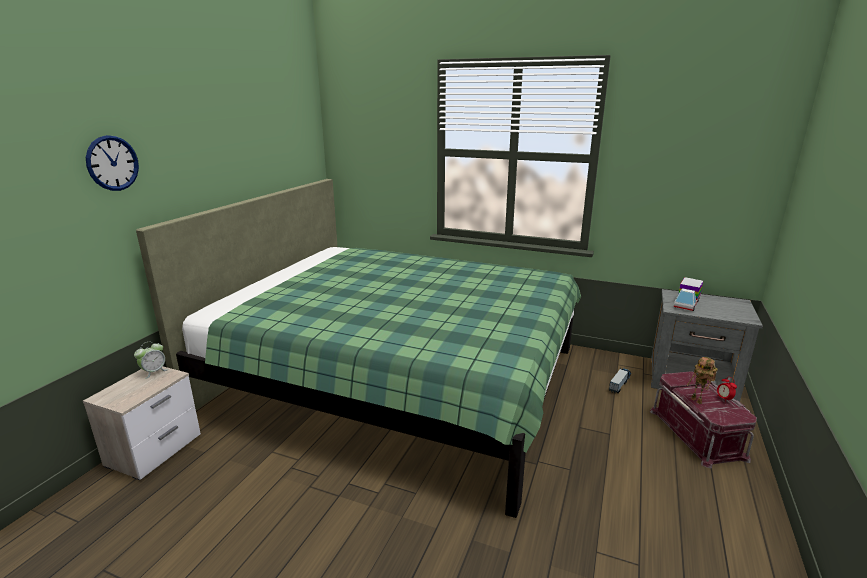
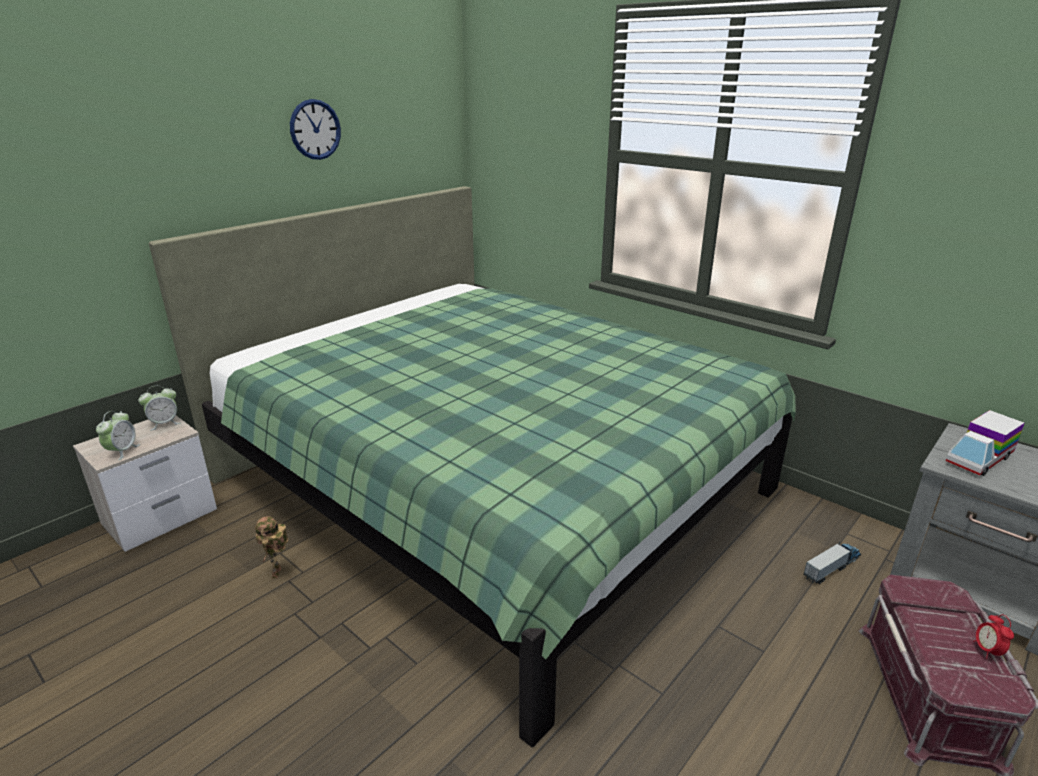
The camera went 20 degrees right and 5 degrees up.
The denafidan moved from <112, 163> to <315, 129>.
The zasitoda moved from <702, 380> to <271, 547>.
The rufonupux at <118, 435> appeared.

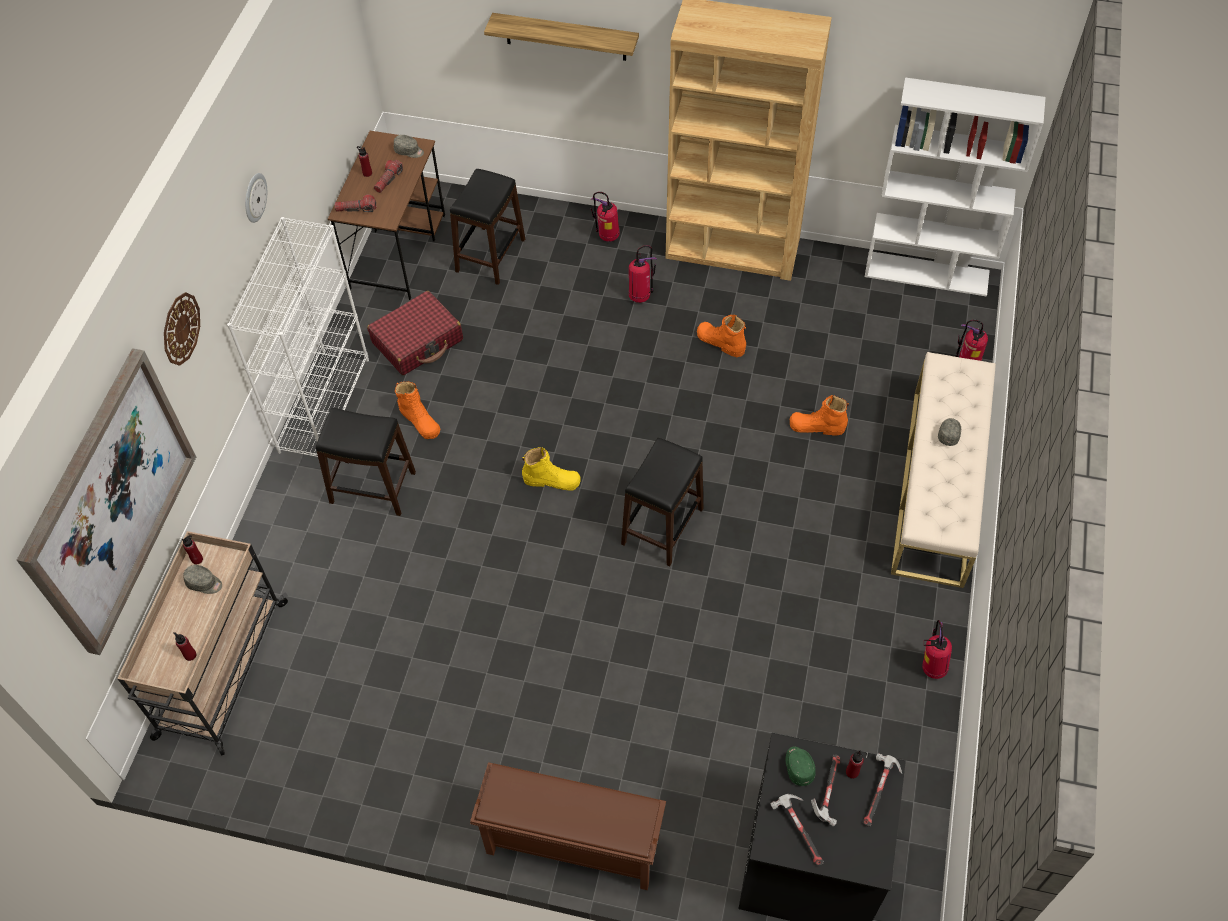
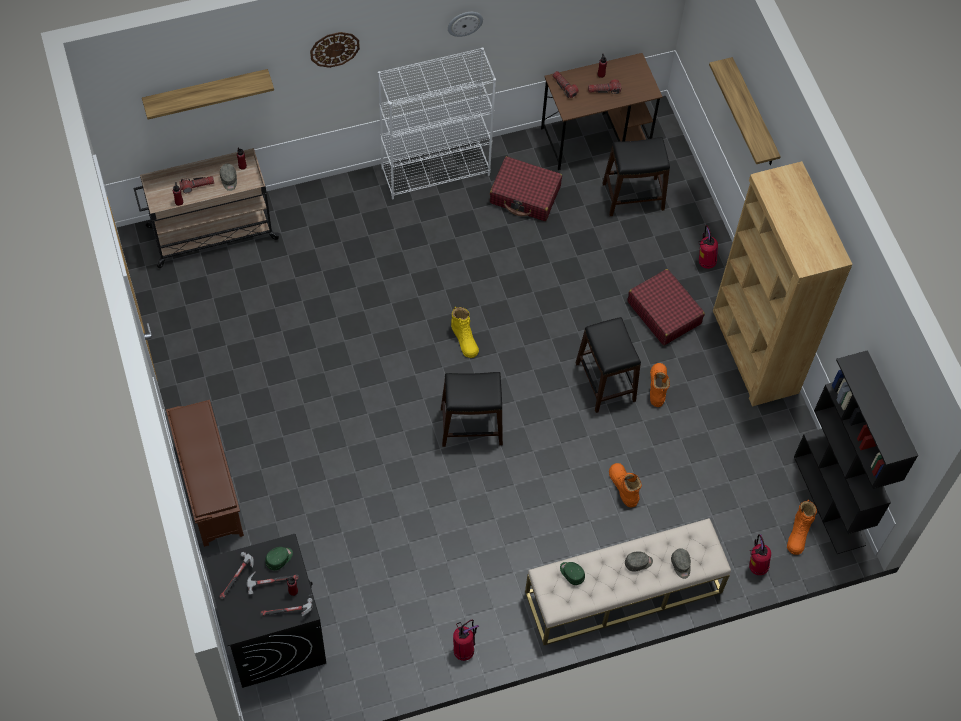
The camera went 55 degrees right and 5 degrees up.
The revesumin at <106, 501> was replaced by the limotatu at <208, 94>.
The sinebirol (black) moved from <366, 462> to <608, 365>.
The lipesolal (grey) moved from <409, 146> to <681, 563>.
The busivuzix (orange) moved from <417, 410> to <802, 527>.
The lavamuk at <643, 274> was replaced by the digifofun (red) at <666, 307>.
The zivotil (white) at <955, 187> became the zivotil (black) at <856, 452>.
The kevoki at <196, 184> appeared.
The lipesolal (green) at <572, 573> appeared.

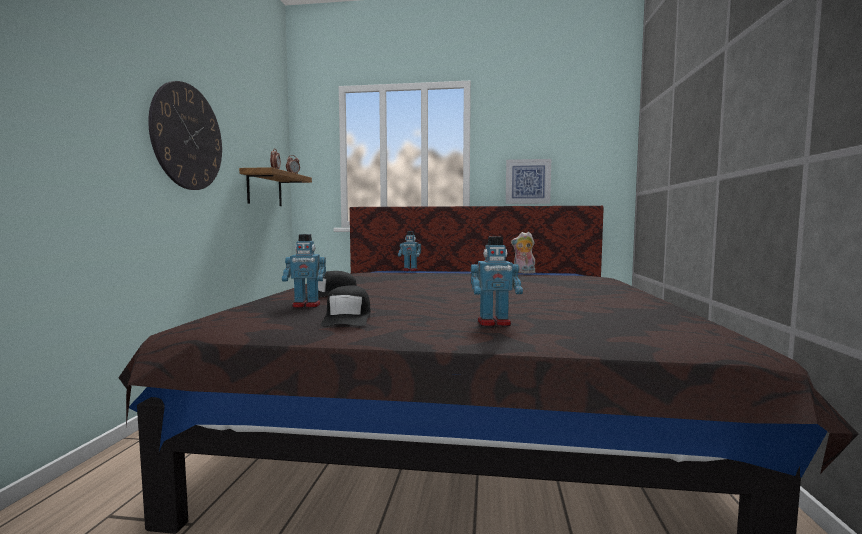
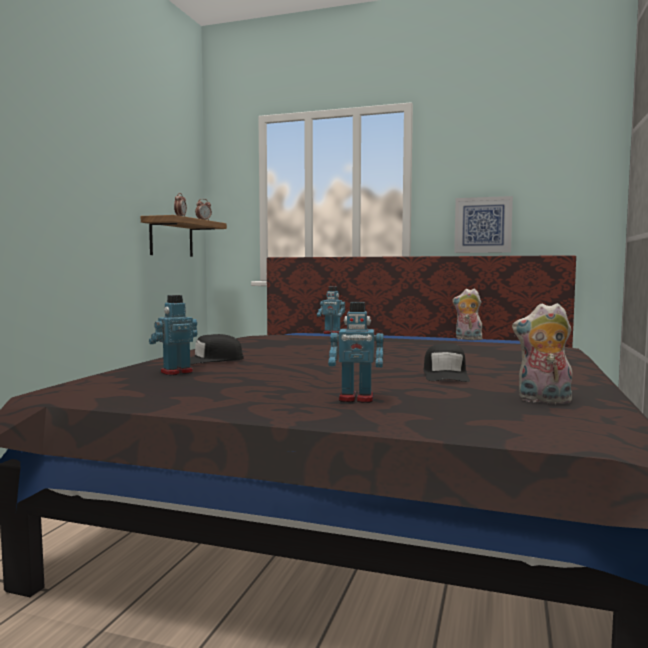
The camera went 10 degrees right and 0 degrees up.
The denafidan at <185, 135> disappeared.
The zasitoda at <304, 271> turned 135 degrees clockwise.
The lipesolal (black) moved from <346, 306> to <446, 363>.
The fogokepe at <542, 353> appeared.

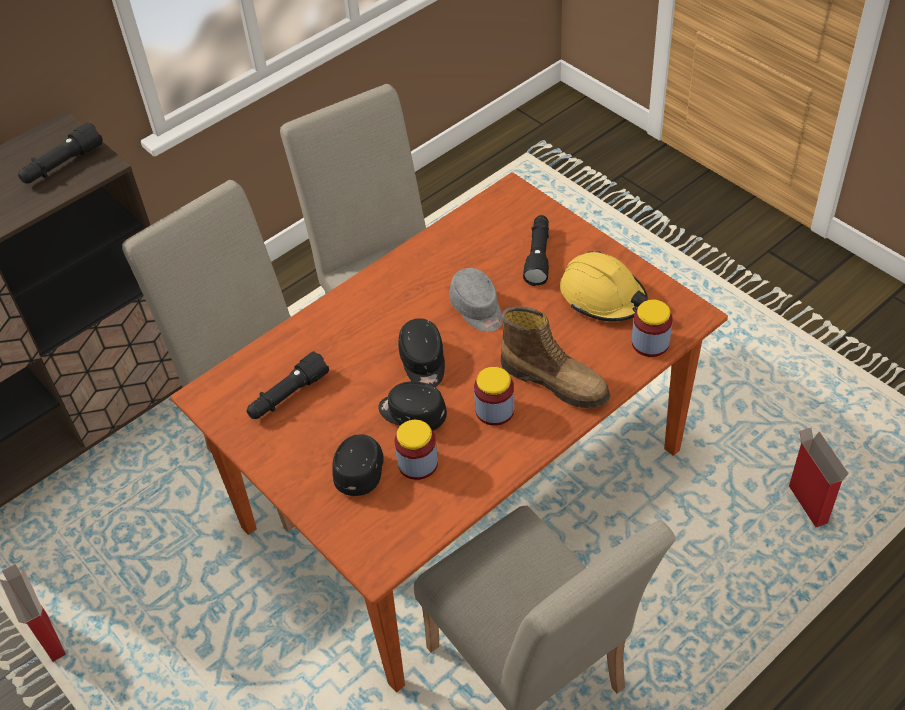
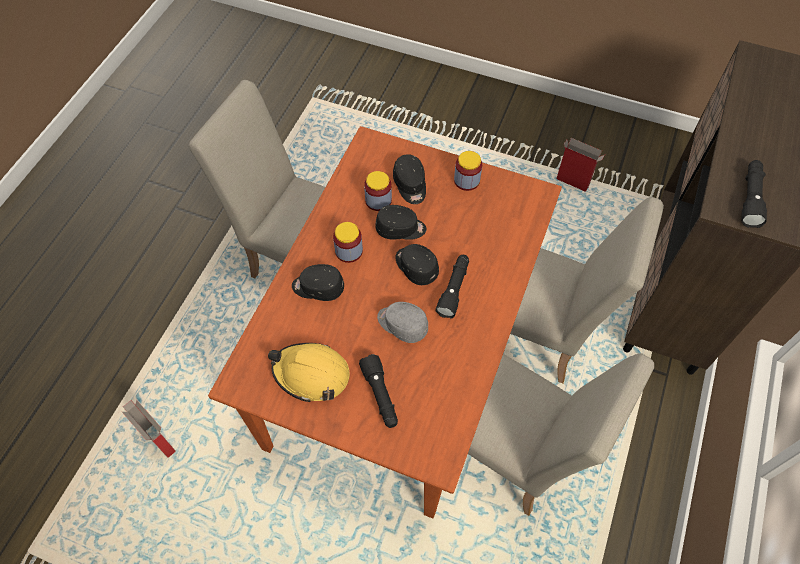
The camera went 150 degrees right and 10 degrees up.
The kevoki (black) moved from <288, 385> to <452, 287>.
The busivuzix at <555, 357> was replaced by the lipesolal (black) at <318, 282>.
The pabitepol moved from <652, 328> to <468, 171>.

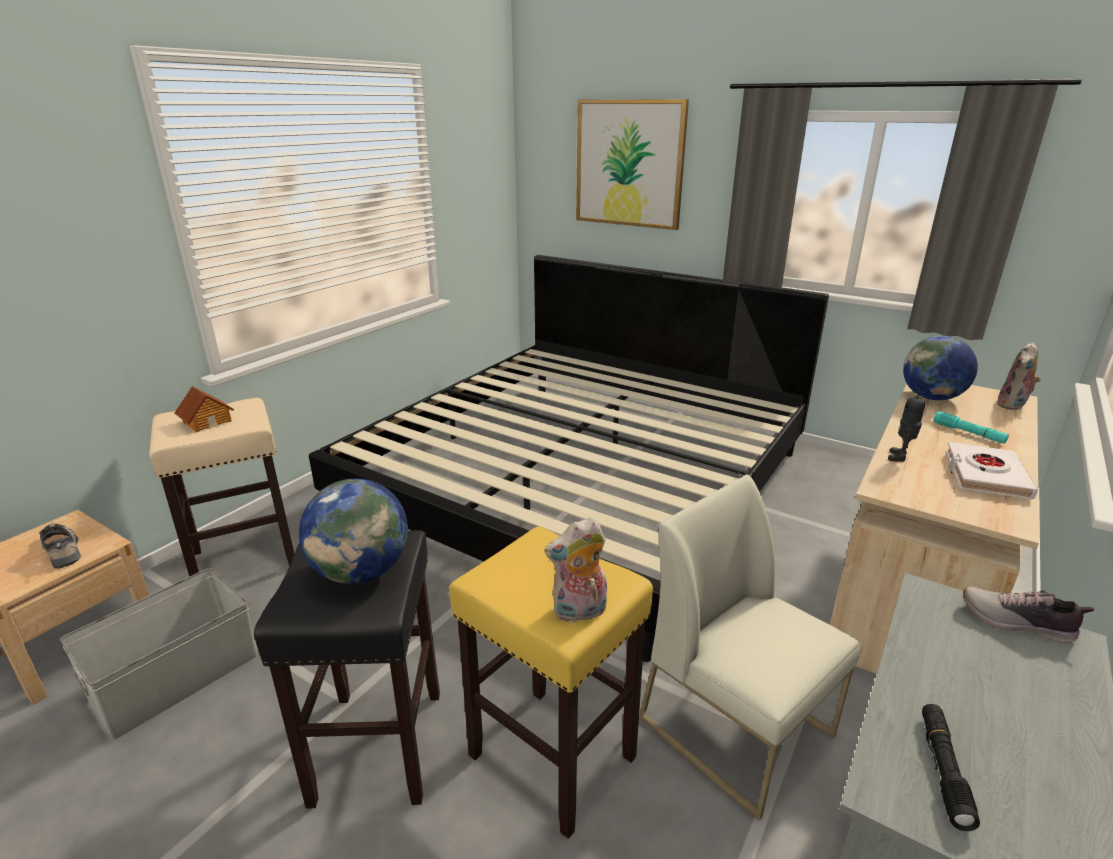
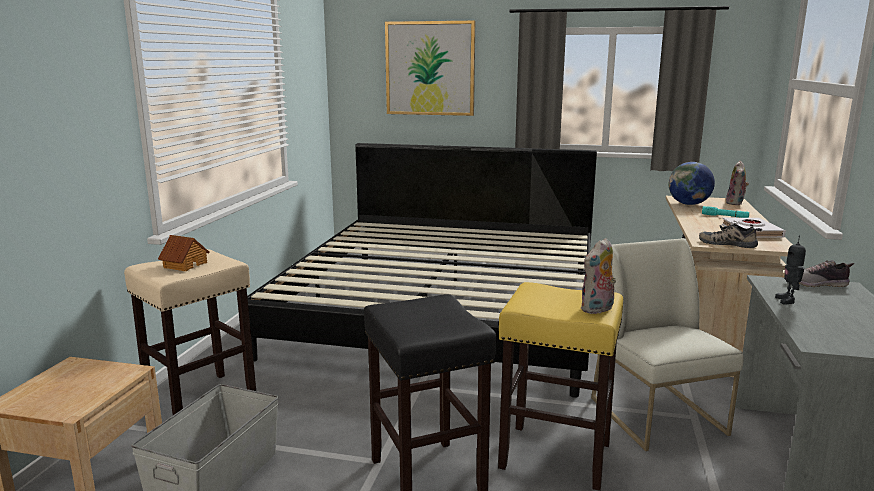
The camera went 20 degrees left and 10 degrees down.
The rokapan moved from <60, 545> to <730, 235>.
The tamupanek at <353, 531> disappeared.
The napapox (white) at <750, 647> turned 45 degrees clockwise.
The zasitoda moved from <906, 425> to <790, 270>.
The kevoki (black) at <951, 767> disappeared.

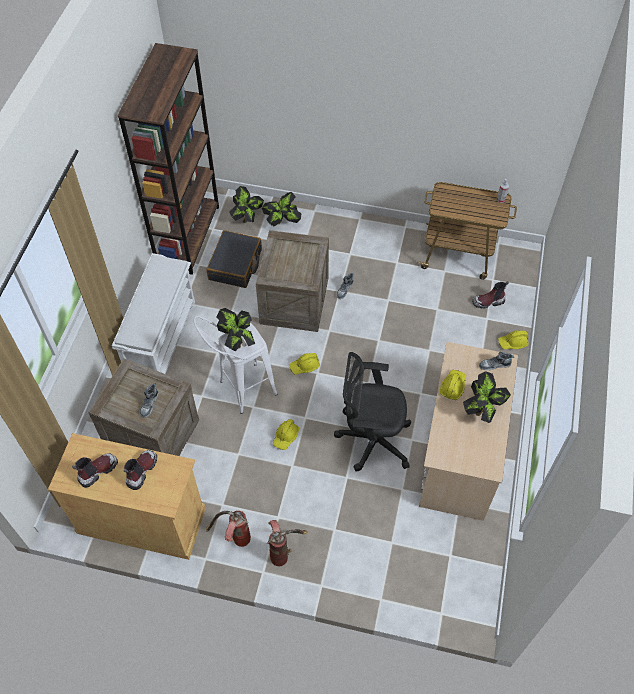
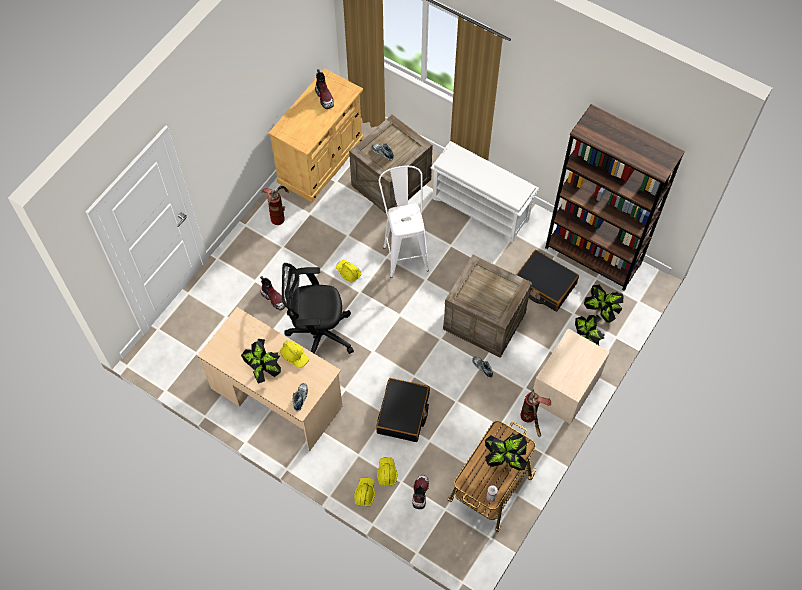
The camera went 110 degrees right and 5 degrees up.
The busivuzix moved from <140, 470> to <273, 293>.
The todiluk moved from <236, 329> to <506, 452>.
The lavamuk moved from <287, 543> to <535, 413>.
The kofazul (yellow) moved from <304, 364> to <387, 471>.
The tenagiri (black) at <372, 411> turned 120 degrees counterclockwise.
The digifofun (black) at <403, 410> appeared.
The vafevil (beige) at <571, 376> appeared.

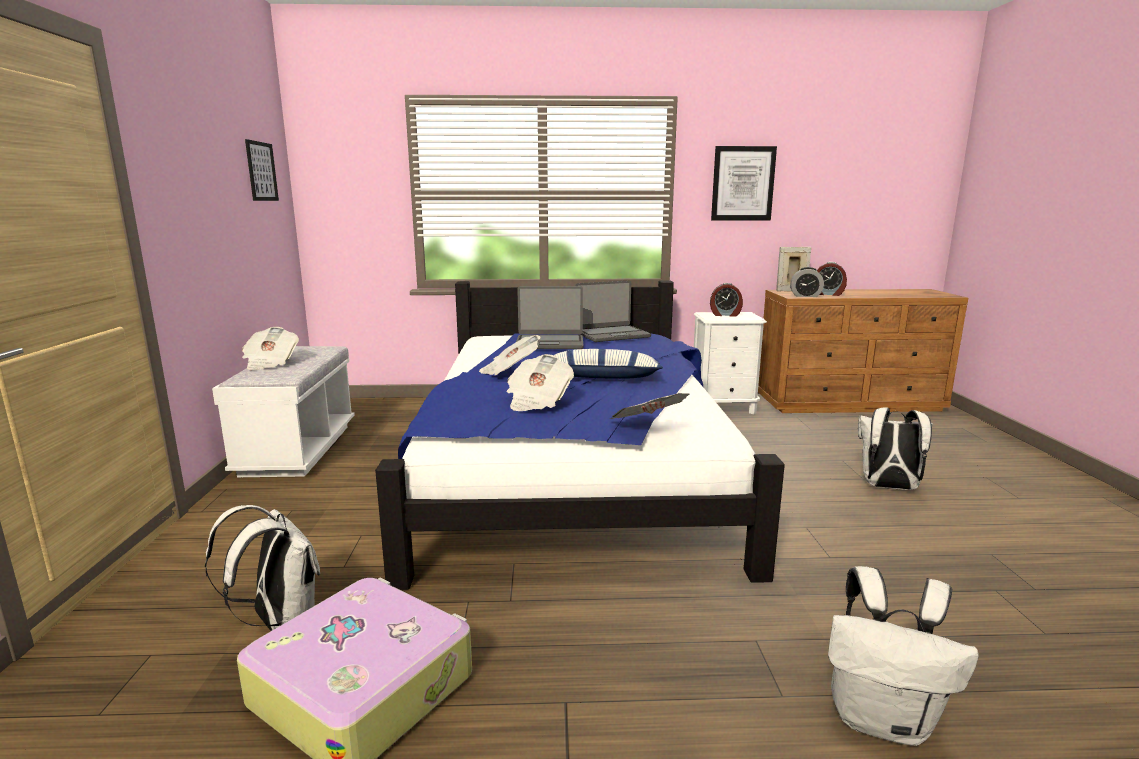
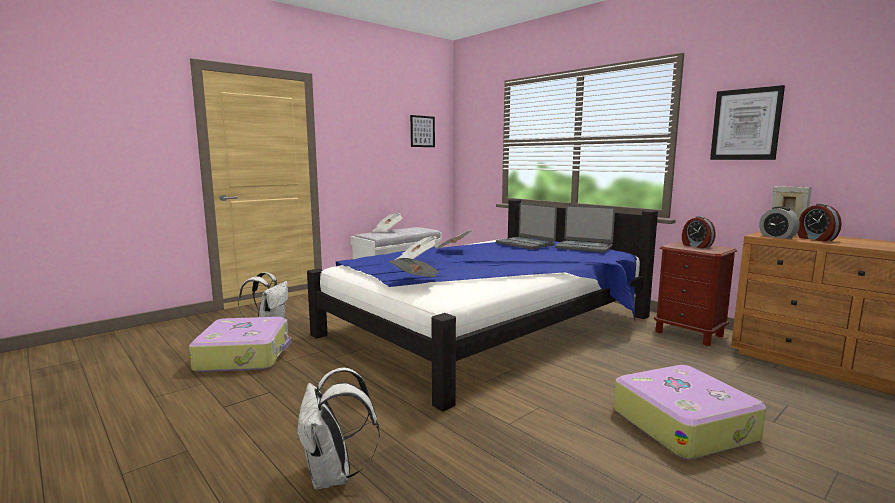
The camera went 50 degrees right and 5 degrees down.
The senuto at <608, 364> disappeared.
The vafevil (white) at <730, 363> became the vafevil (brown) at <695, 294>.
The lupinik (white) at <895, 448> was replaced by the digifofun at <690, 412>.

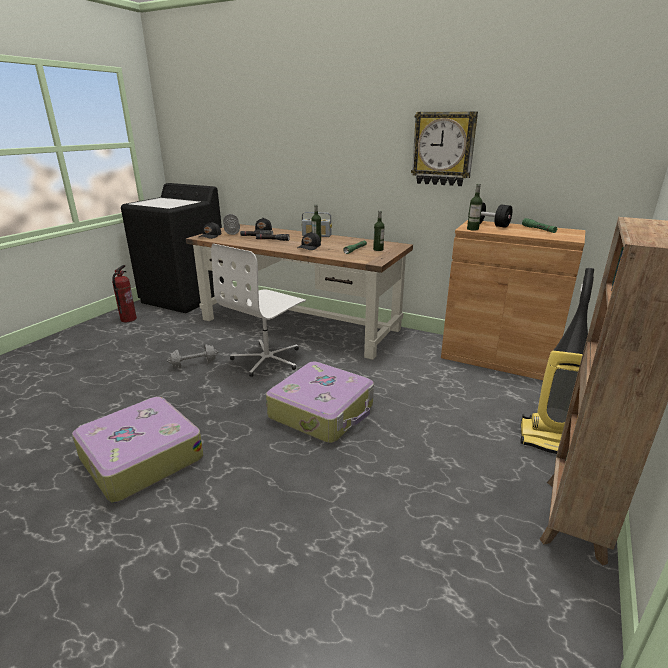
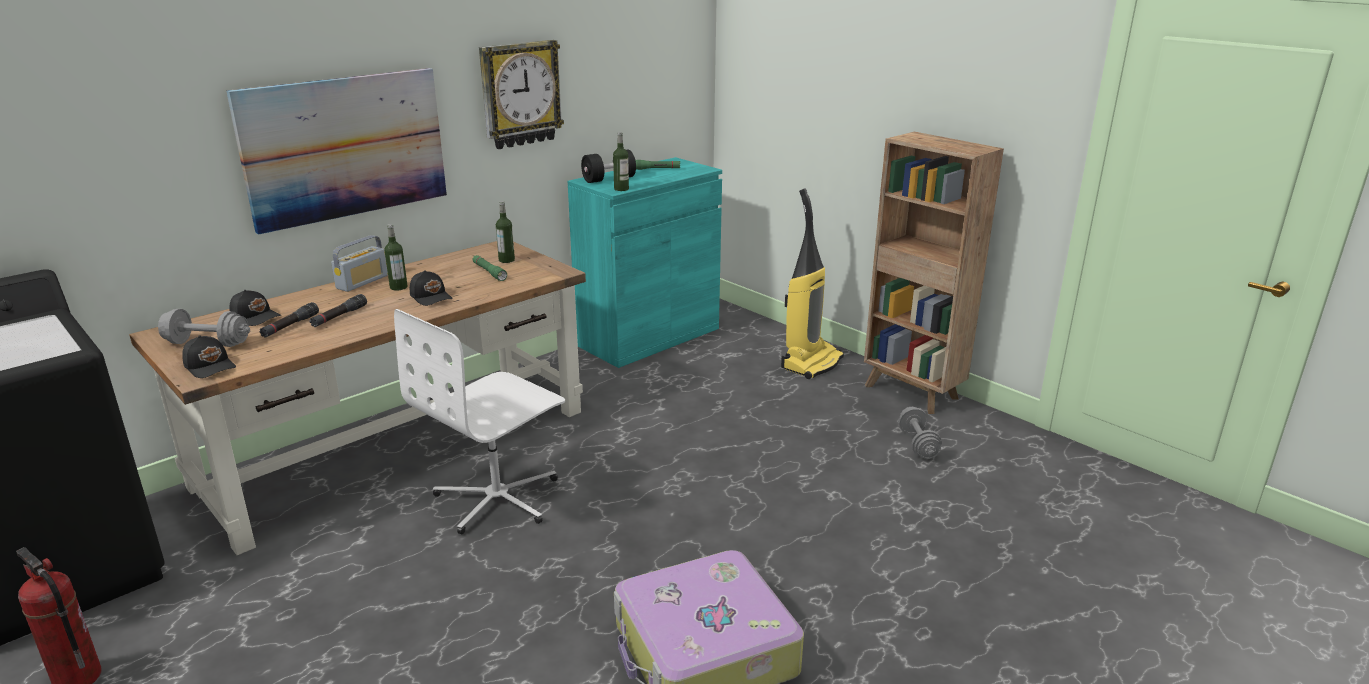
The camera went 70 degrees left and 0 degrees up.
The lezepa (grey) moved from <192, 356> to <920, 433>.
The tenagiri (white) at <258, 310> turned 75 degrees clockwise.
The digifofun at <320, 402> disappeared.
The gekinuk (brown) at <513, 300> became the gekinuk (turquoise) at <645, 262>.
The revesumin at <336, 151> appeared.

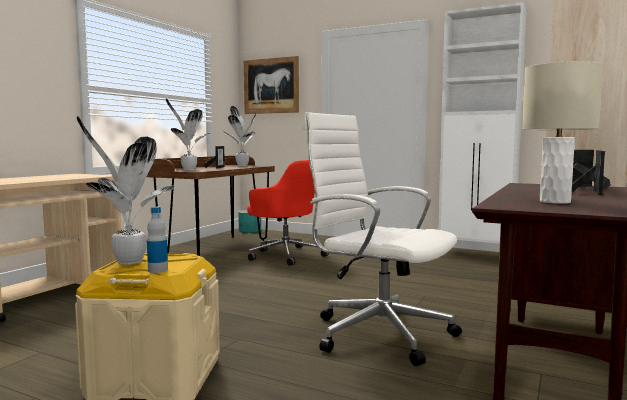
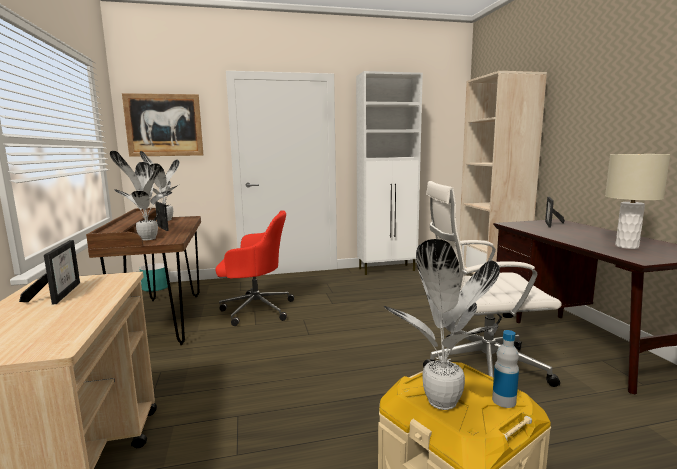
The camera went 40 degrees left and 5 degrees up.
The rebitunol moved from <588, 172> to <49, 272>.

